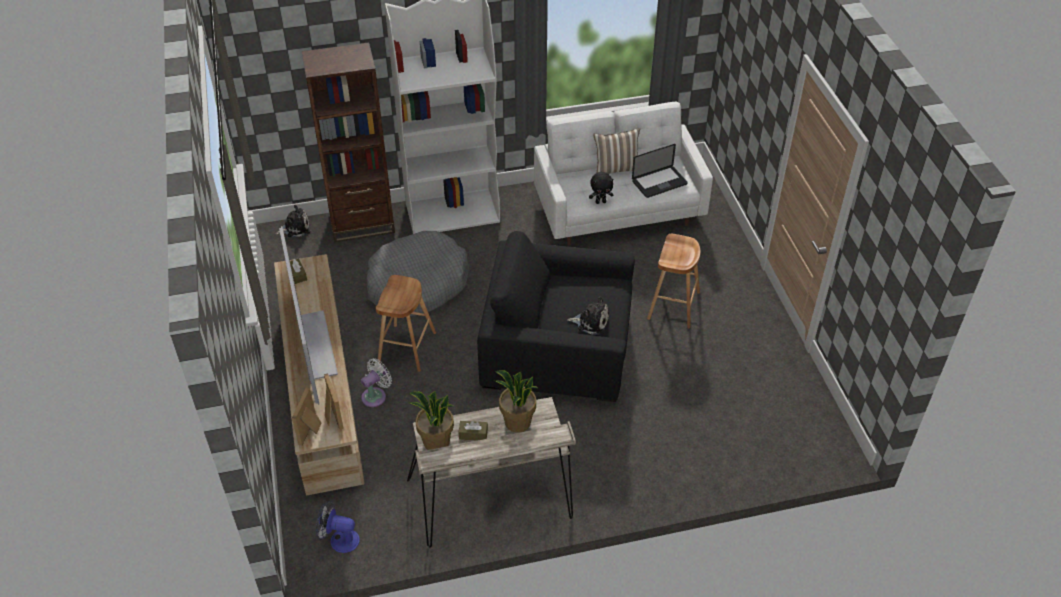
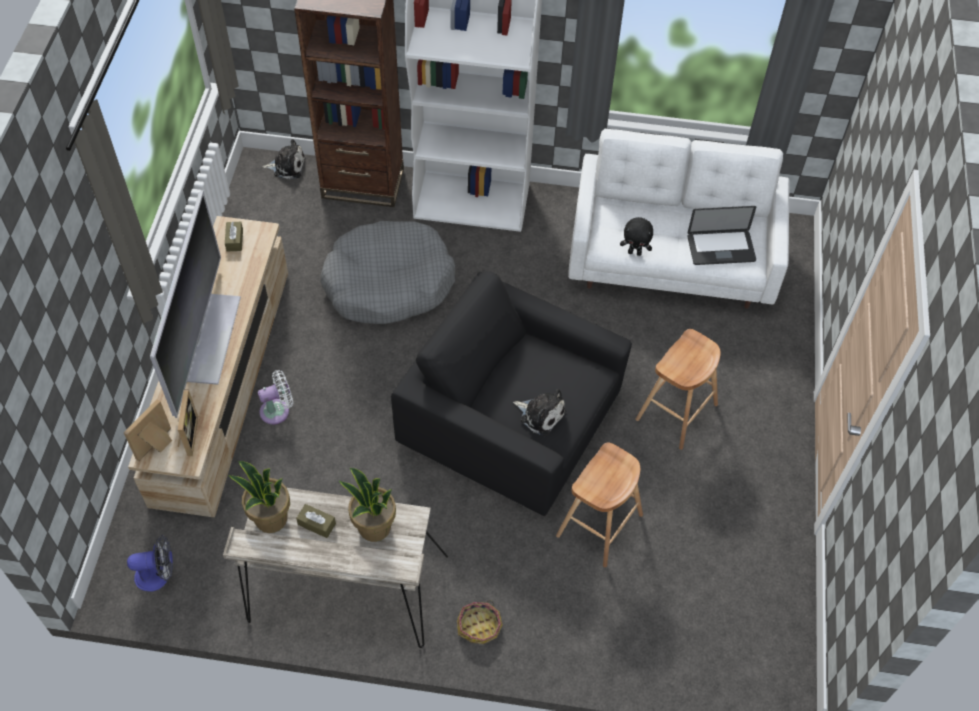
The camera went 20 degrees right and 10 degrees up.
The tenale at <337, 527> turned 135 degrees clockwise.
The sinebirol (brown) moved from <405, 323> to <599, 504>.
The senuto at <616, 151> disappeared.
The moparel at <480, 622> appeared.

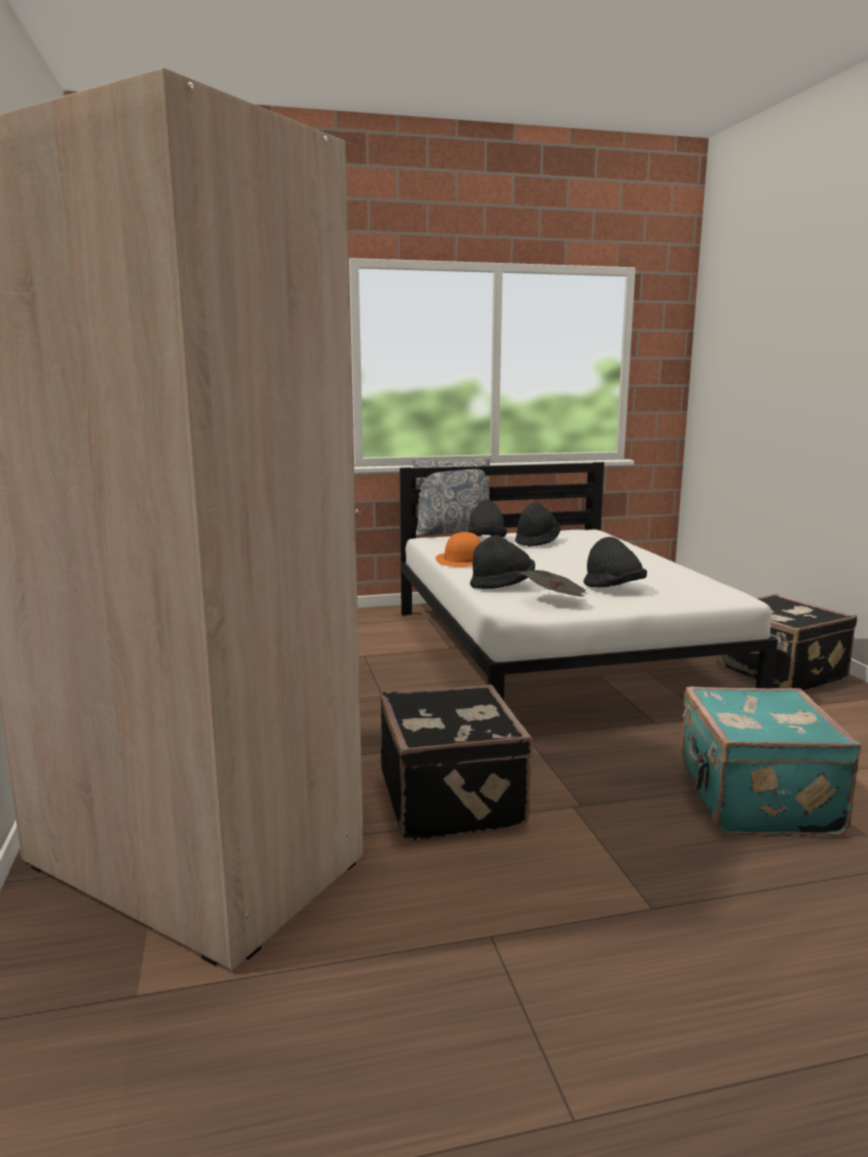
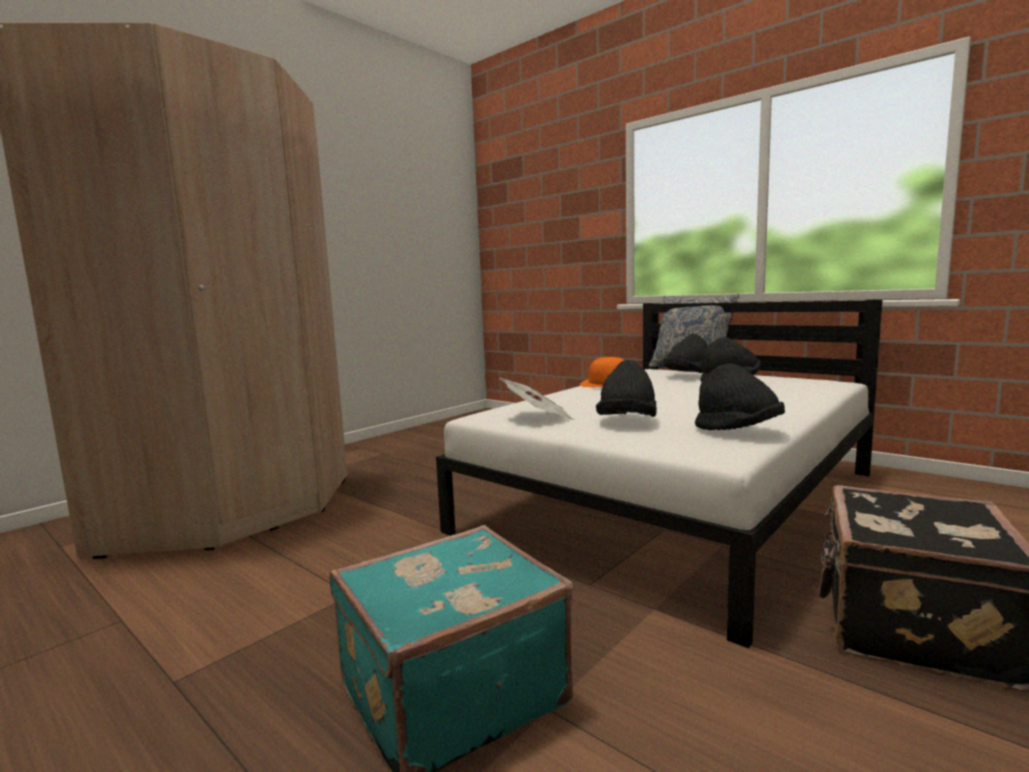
The camera went 55 degrees right and 5 degrees down.
The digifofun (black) at <456, 762> disappeared.
The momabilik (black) moved from <502, 562> to <740, 396>.

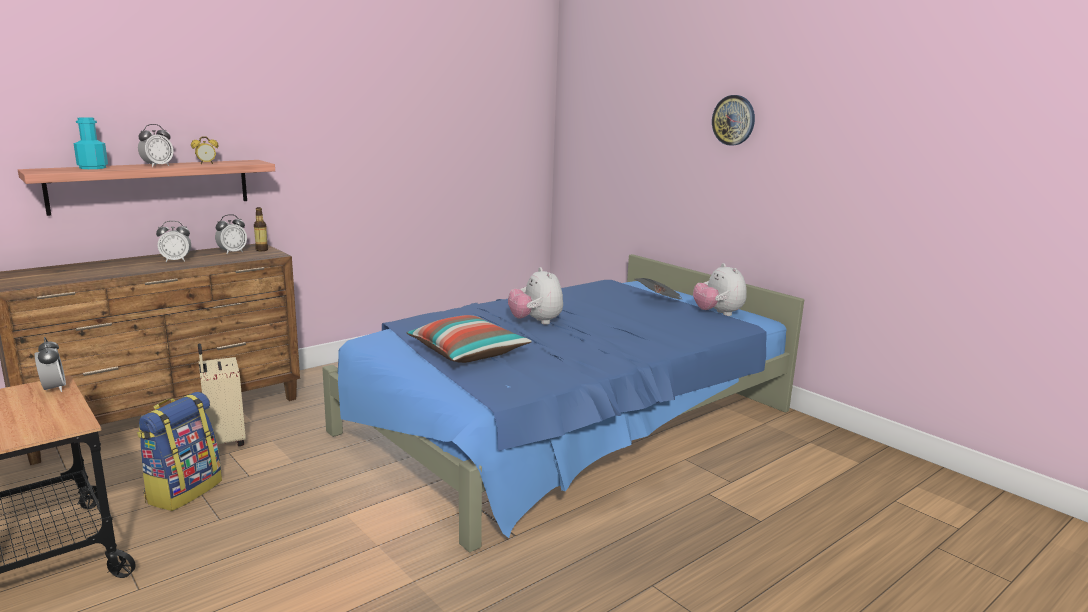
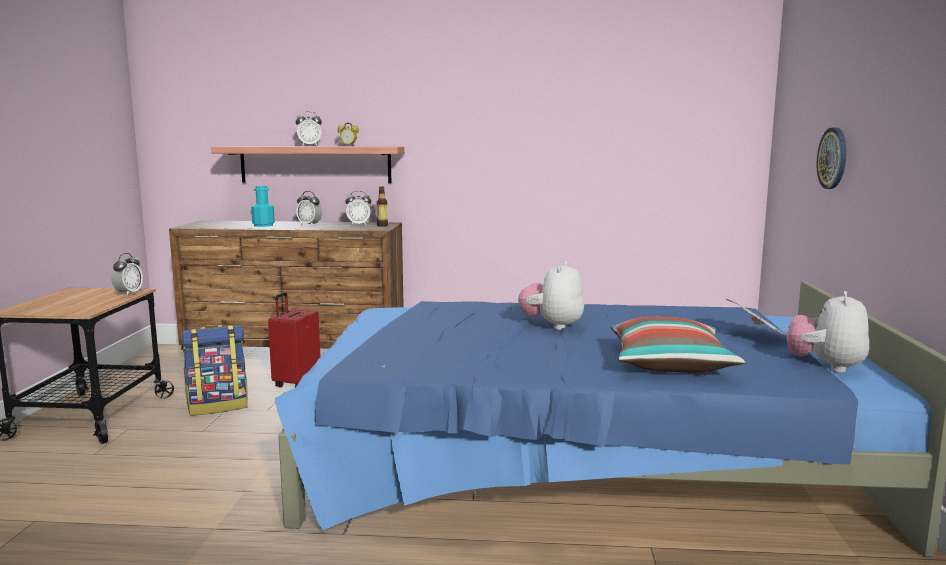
The camera went 45 degrees right and 5 degrees down.
The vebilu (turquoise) moved from <90, 143> to <263, 206>.
The digifofun (beige) at <222, 395> became the digifofun (red) at <294, 339>.
The senuto moved from <469, 339> to <677, 345>.
The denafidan moved from <733, 120> to <831, 158>.

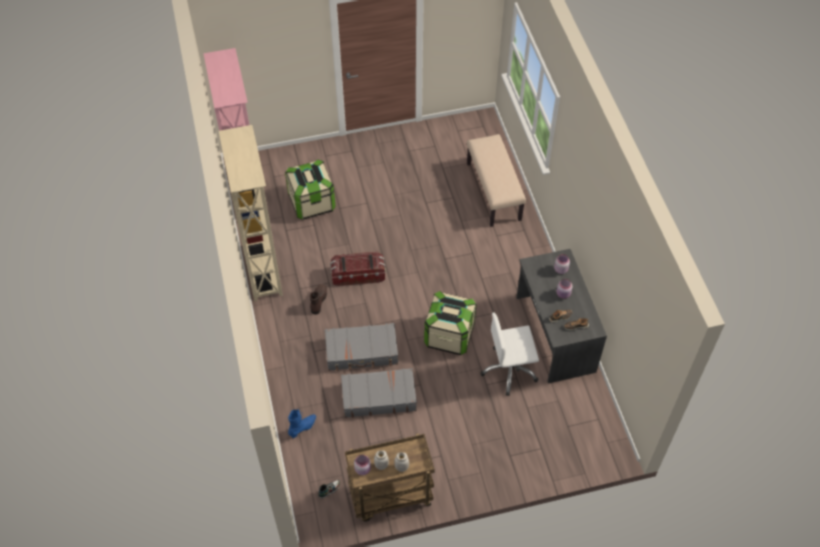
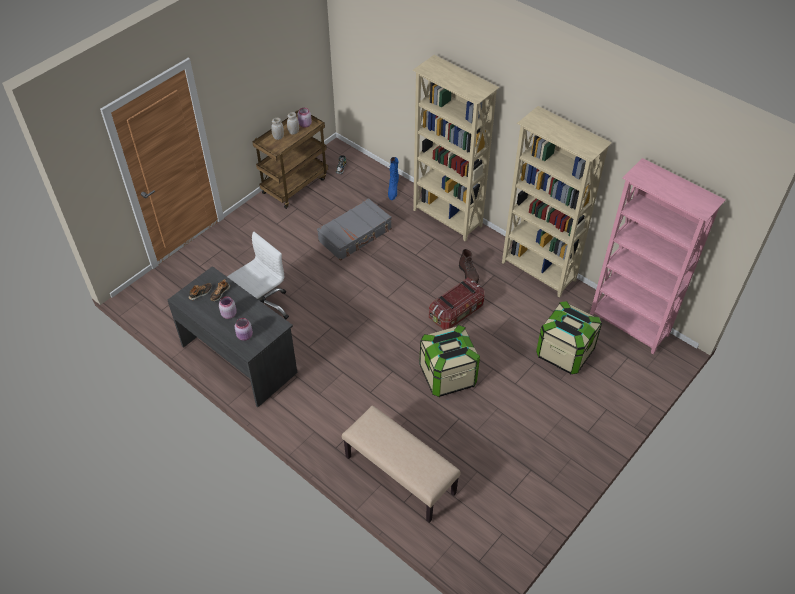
The camera went 145 degrees right and 5 degrees down.
The digifofun (grey) at <361, 347> disappeared.
The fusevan moved from <450, 323> to <449, 361>.
The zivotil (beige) at <456, 148> appeared.

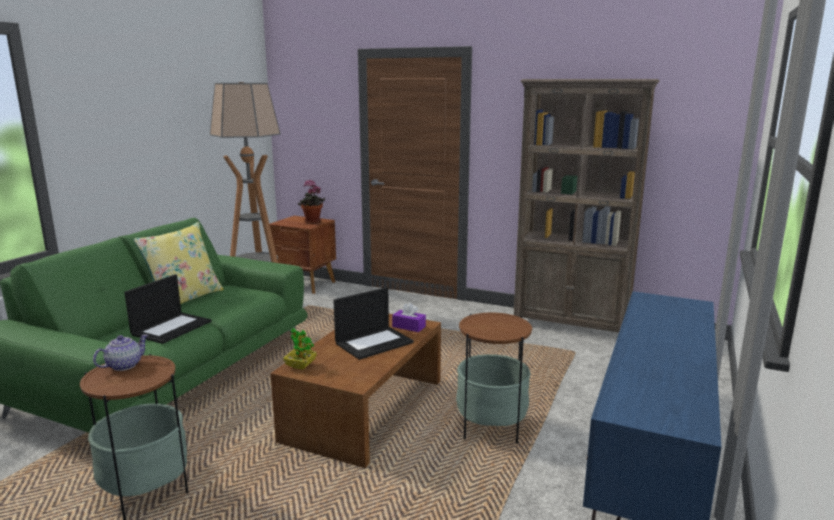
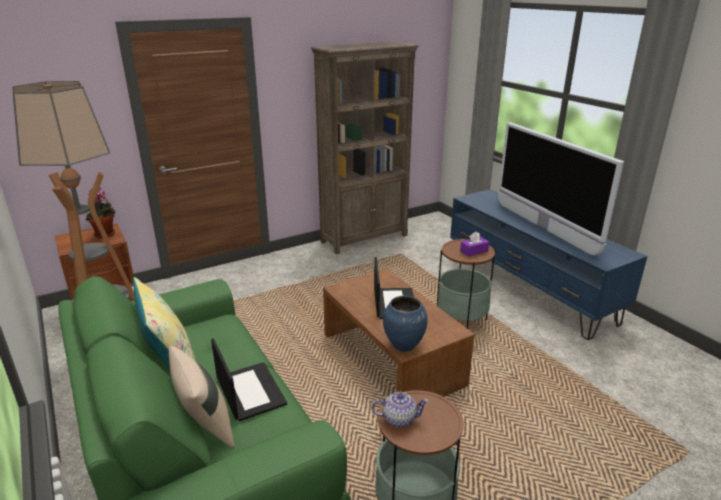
The camera went 55 degrees left and 10 degrees up.
The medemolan at <120, 352> turned 105 degrees clockwise.
The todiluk at <300, 349> was replaced by the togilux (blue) at <405, 324>.
The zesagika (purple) moved from <409, 317> to <474, 244>.
The senuto (beige) at <201, 397> appeared.
The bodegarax at <561, 188> appeared.

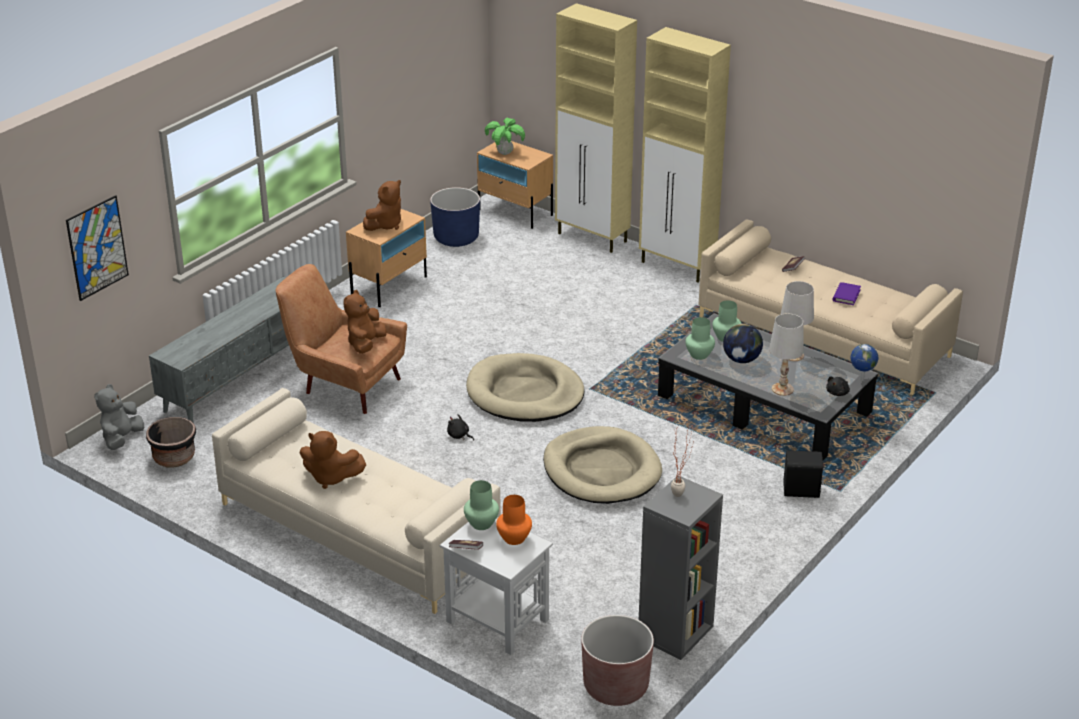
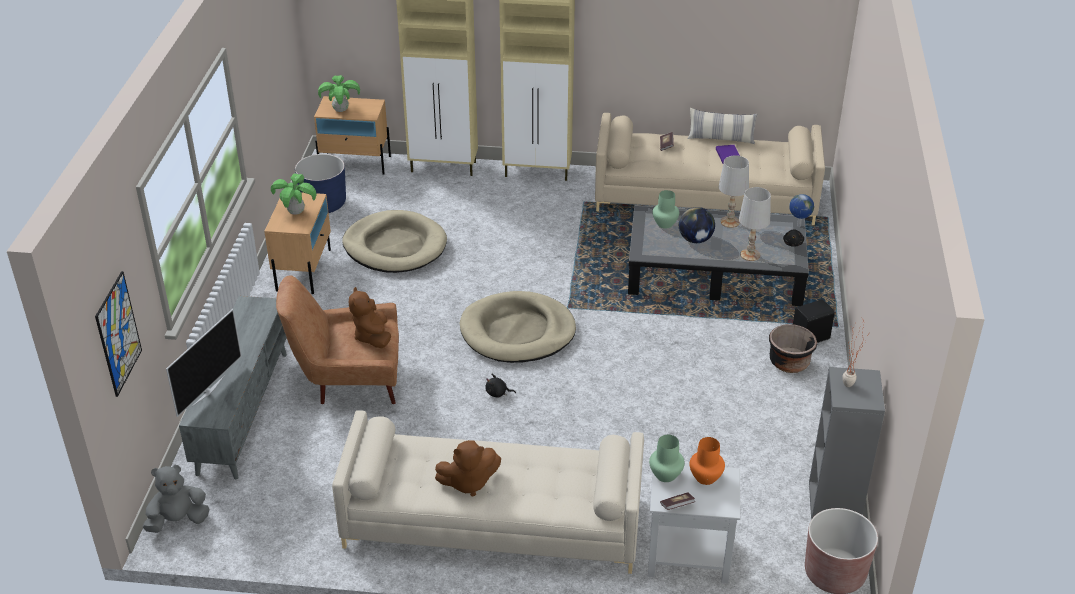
The camera went 30 degrees left and 5 degrees up.
The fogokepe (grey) at <119, 417> turned 75 degrees clockwise.
The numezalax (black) moved from <171, 442> to <793, 348>.
The fogokepe (brown) at <382, 205> was replaced by the todiluk at <293, 194>.
The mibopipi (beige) moved from <602, 465> to <394, 241>.
The togilux (green) at <700, 338> disappeared.
The bodegarax at <204, 363> appeared.
The senuto at <722, 126> appeared.

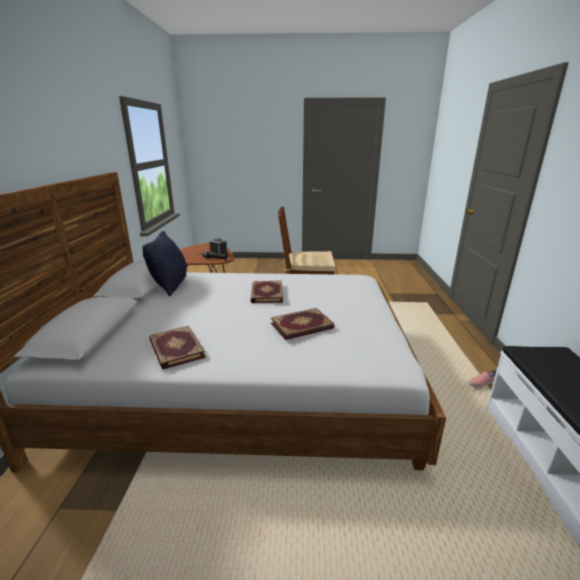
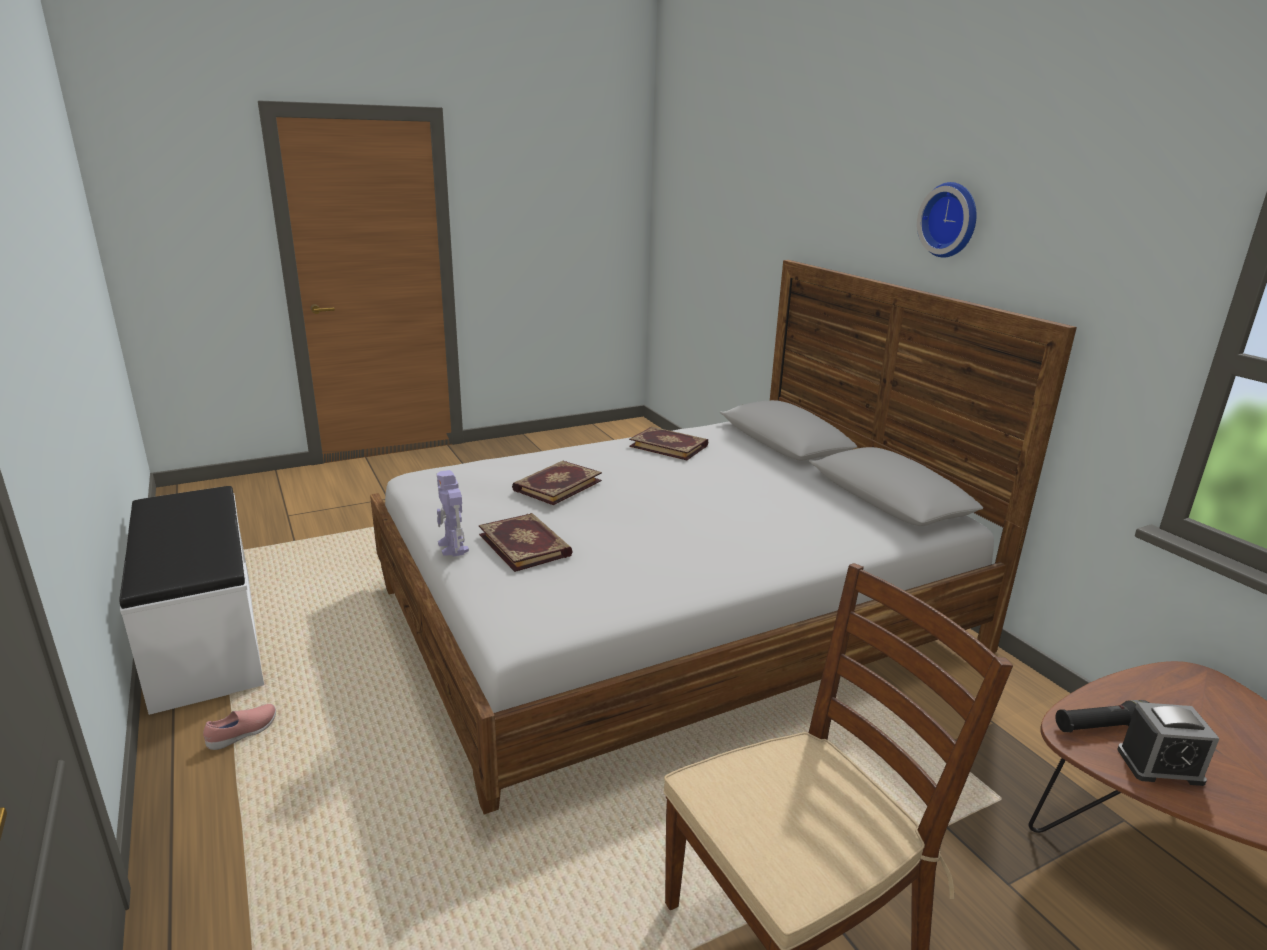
The camera went 150 degrees right and 0 degrees up.
The senuto (black) at <164, 264> disappeared.
The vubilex moved from <267, 291> to <526, 542>.
The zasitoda at <453, 513> appeared.
The denafidan at <946, 220> appeared.

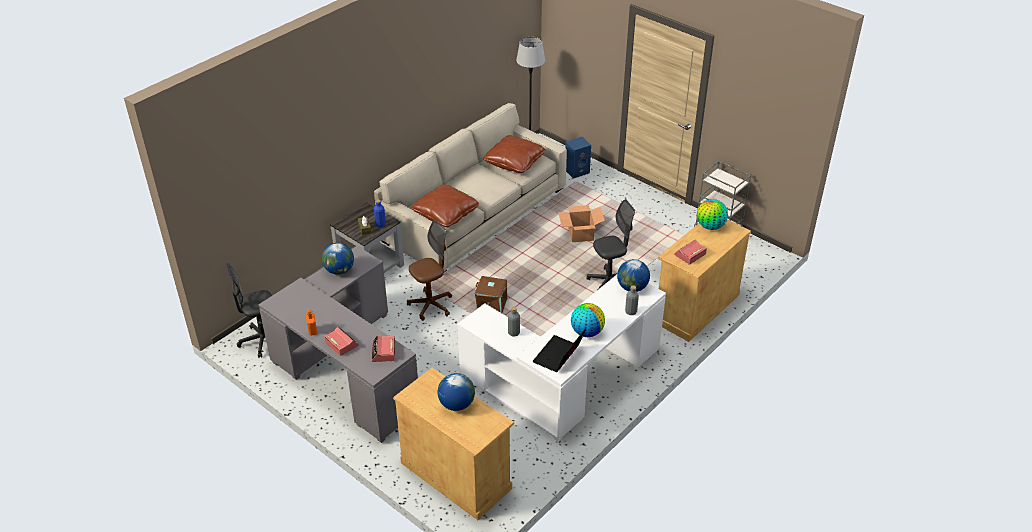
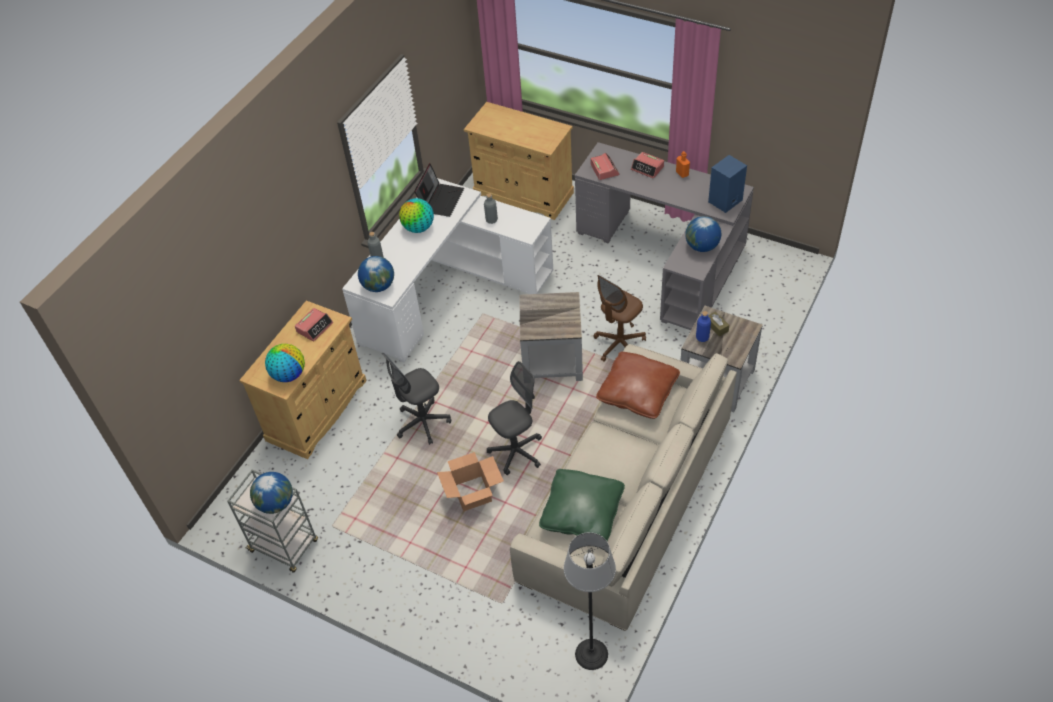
The camera went 170 degrees right and 10 degrees up.
The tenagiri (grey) moved from <249, 310> to <514, 418>.
The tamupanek moved from <456, 392> to <271, 493>.
The fusevan (brown) at <491, 294> was replaced by the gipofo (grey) at <551, 336>.
The senuto (brown) at <514, 154> became the senuto (green) at <582, 505>.
The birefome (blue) moved from <578, 158> to <727, 184>.

